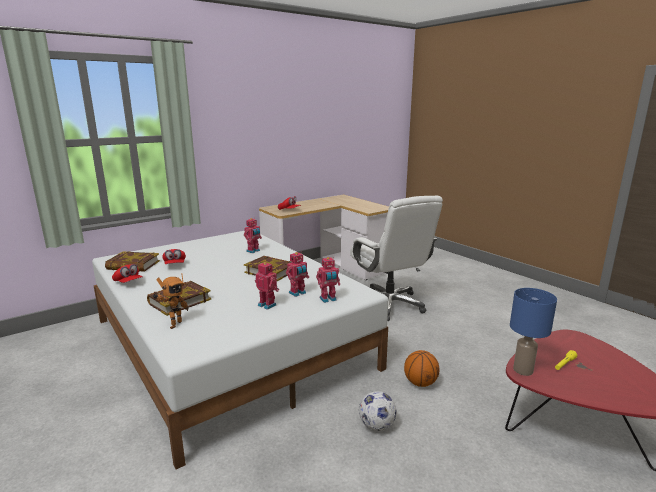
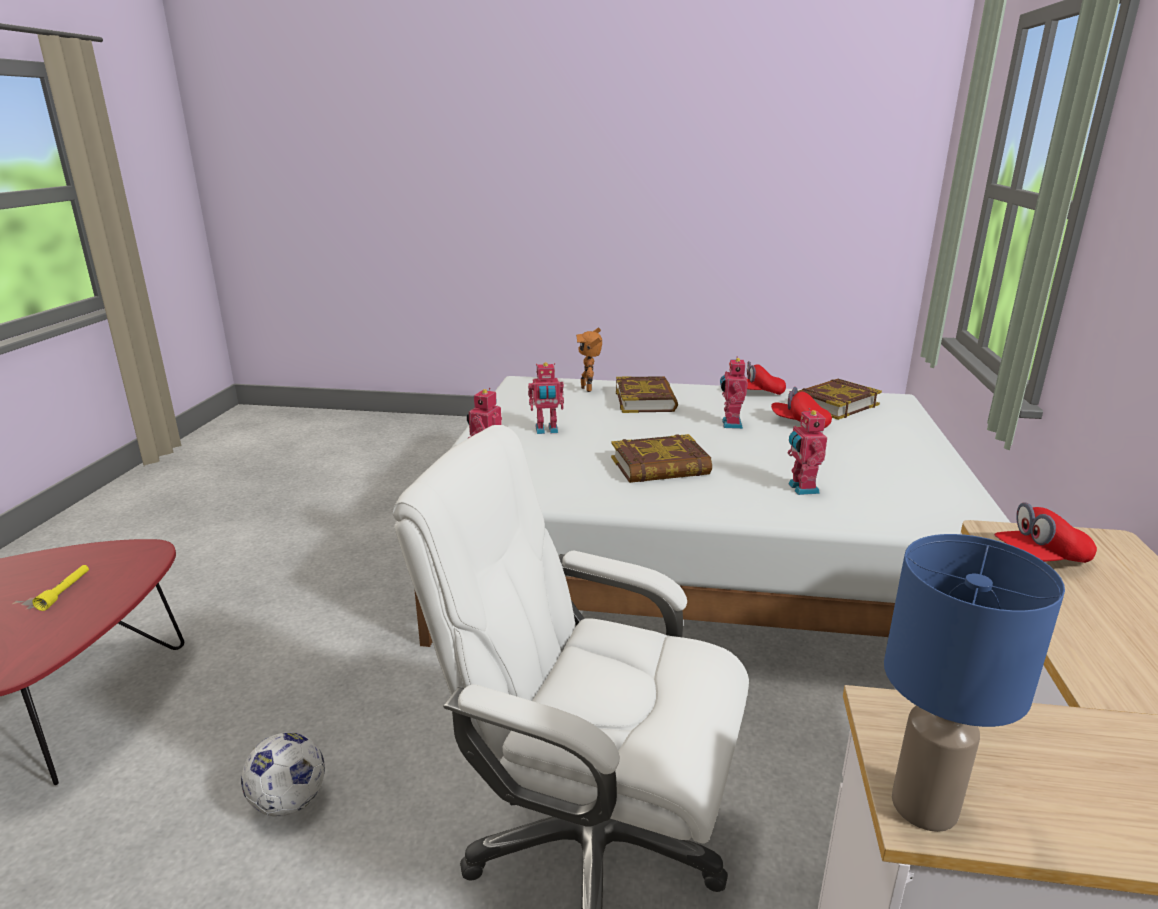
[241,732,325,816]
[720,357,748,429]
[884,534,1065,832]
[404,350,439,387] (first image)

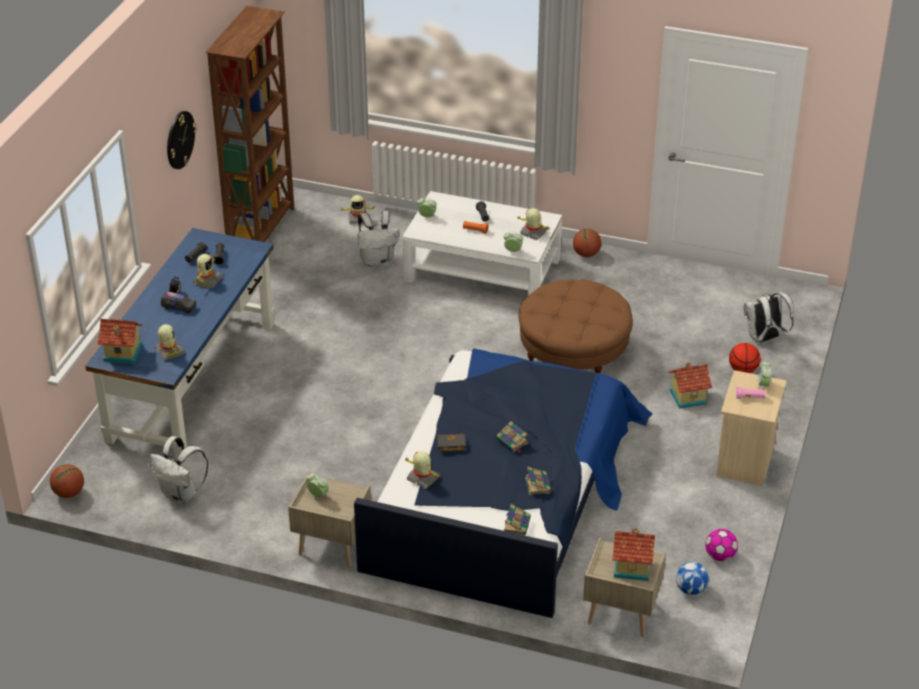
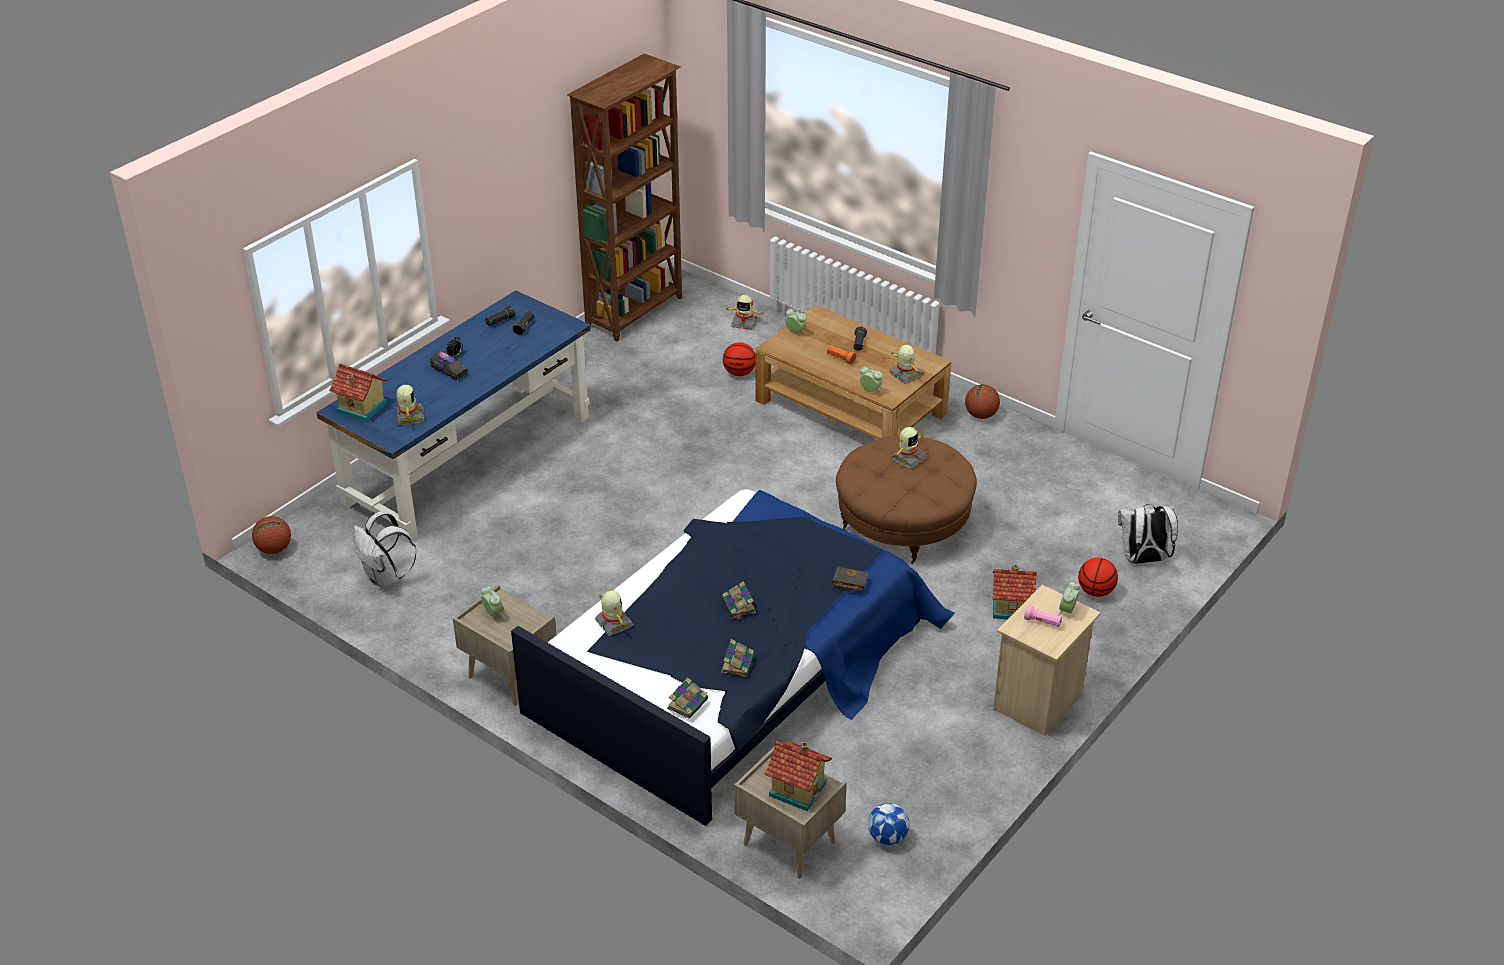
[723,343,756,376]
[755,305,951,439]
[832,566,869,591]
[891,427,927,469]
[167,111,197,169] (first image)
[705,529,738,561] (first image)

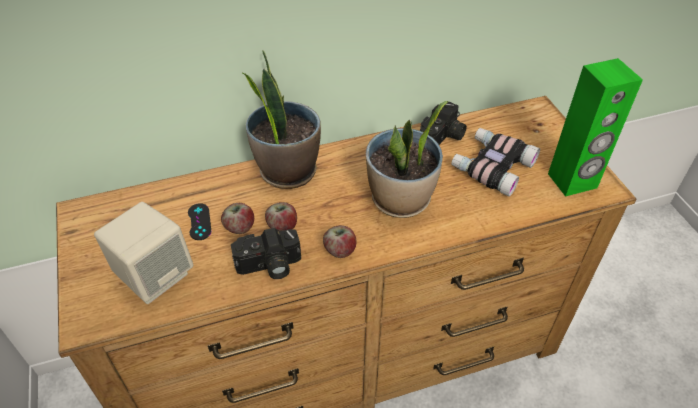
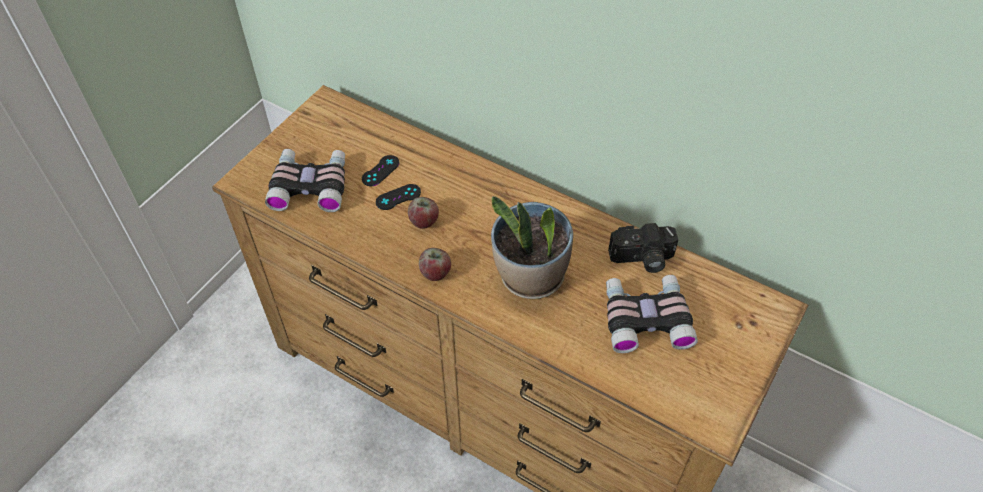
[265,149,345,212]
[376,184,421,210]
[231,228,301,279] (first image)
[241,50,321,189] (first image)
[548,58,643,197] (first image)

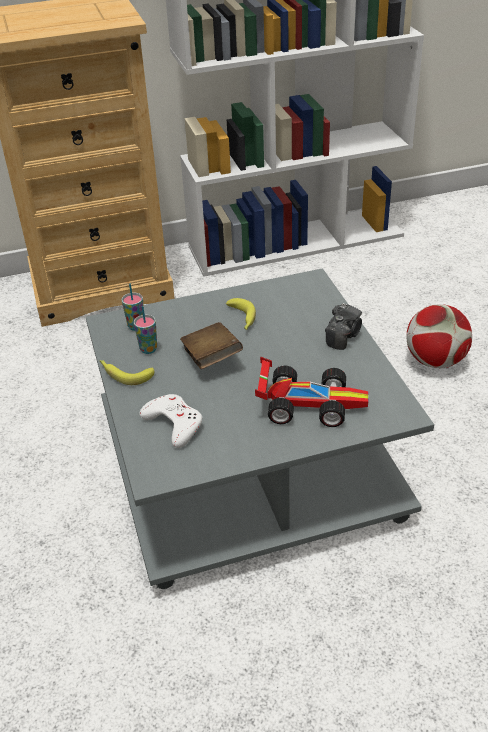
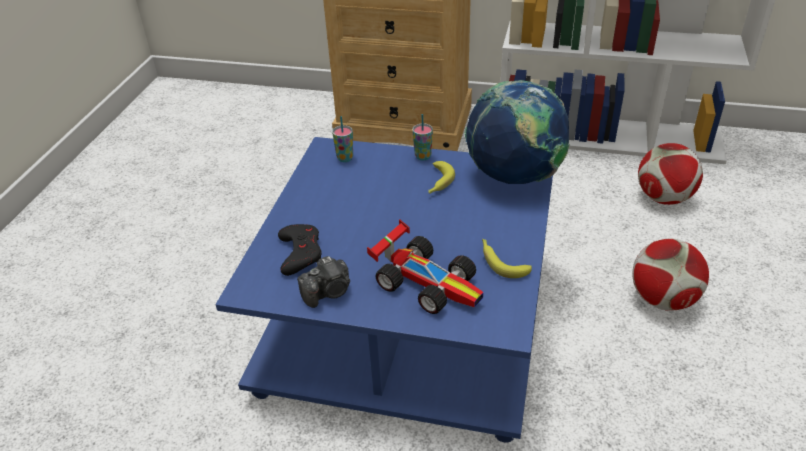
[215,137,553,443]
[278,224,322,276]
[297,256,350,308]
[412,114,433,161]
[464,80,570,184]
[482,239,532,278]
[638,143,703,205]
[180,322,243,369] (first image)

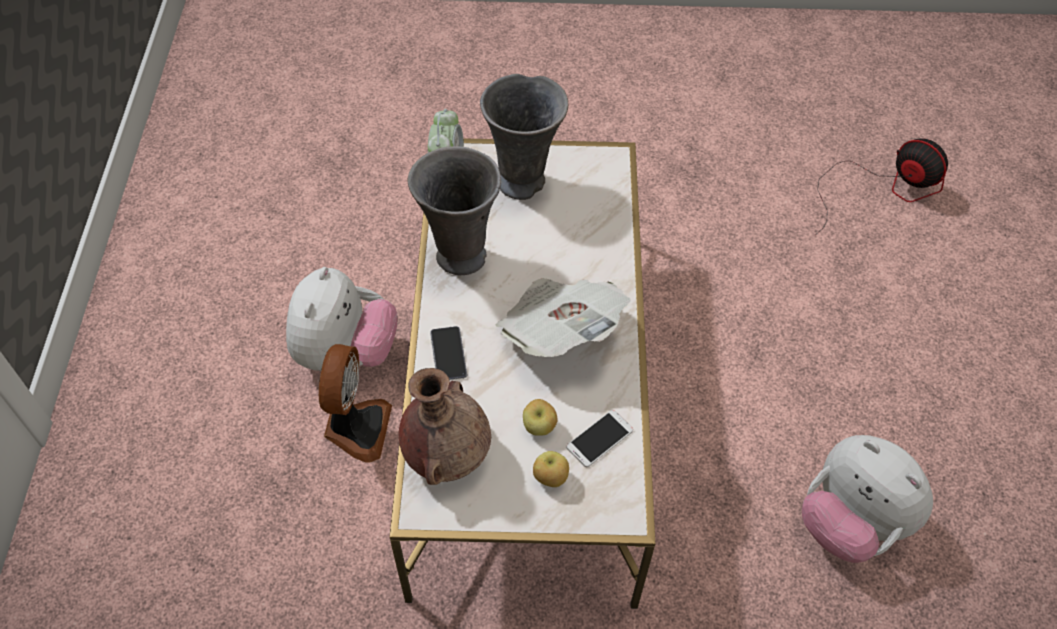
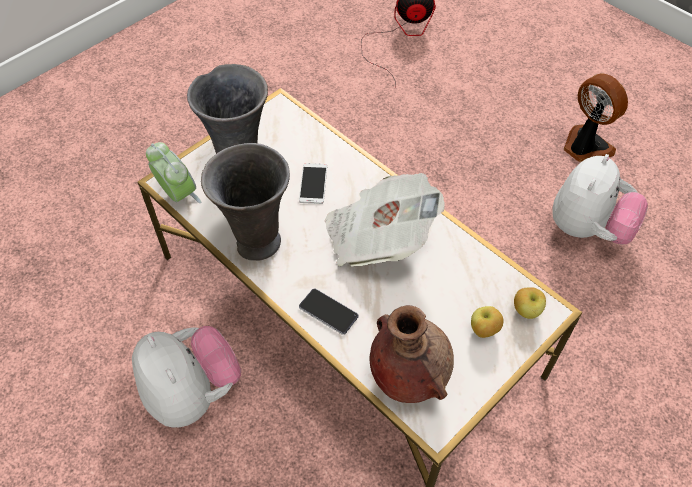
[299,163,327,204]
[514,287,546,319]
[552,154,648,244]
[564,73,628,162]

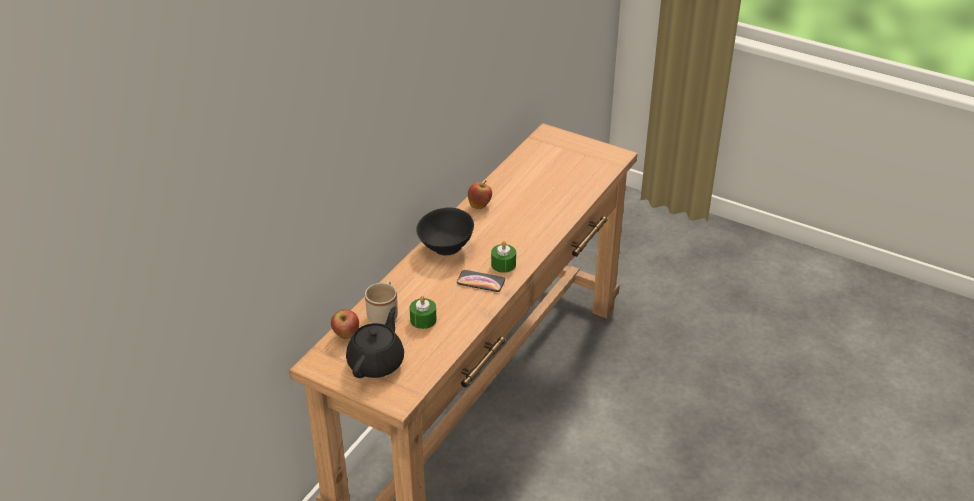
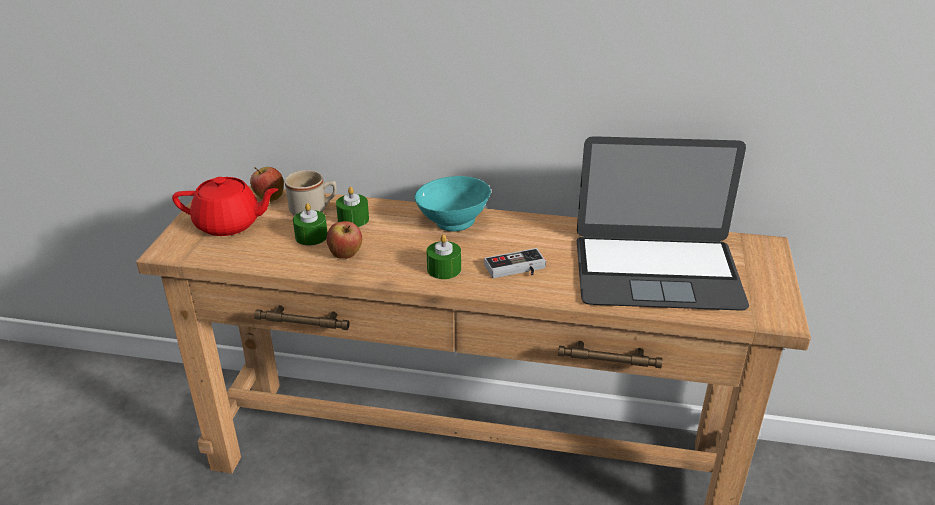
[172,177,279,236]
[326,221,362,259]
[336,187,369,227]
[415,176,491,232]
[484,248,546,278]
[577,136,749,311]
[457,270,505,292] (first image)

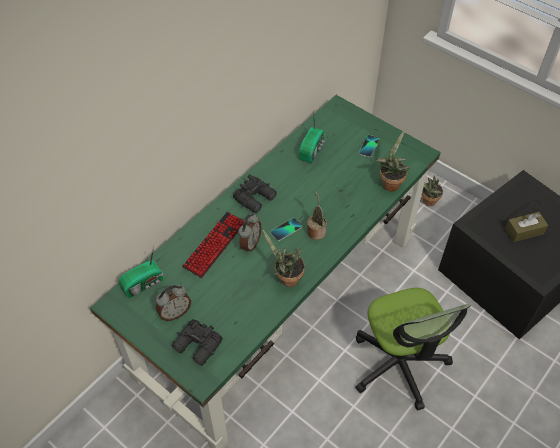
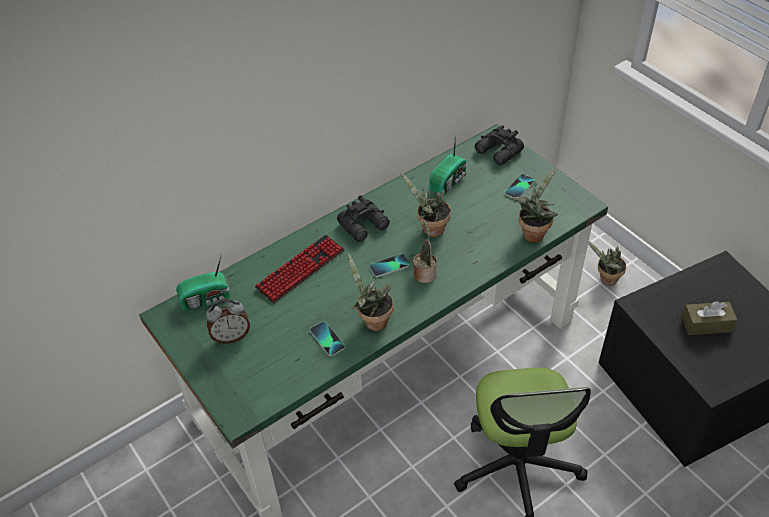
[310,321,345,356]
[400,172,451,237]
[475,125,524,165]
[238,213,261,253] (first image)

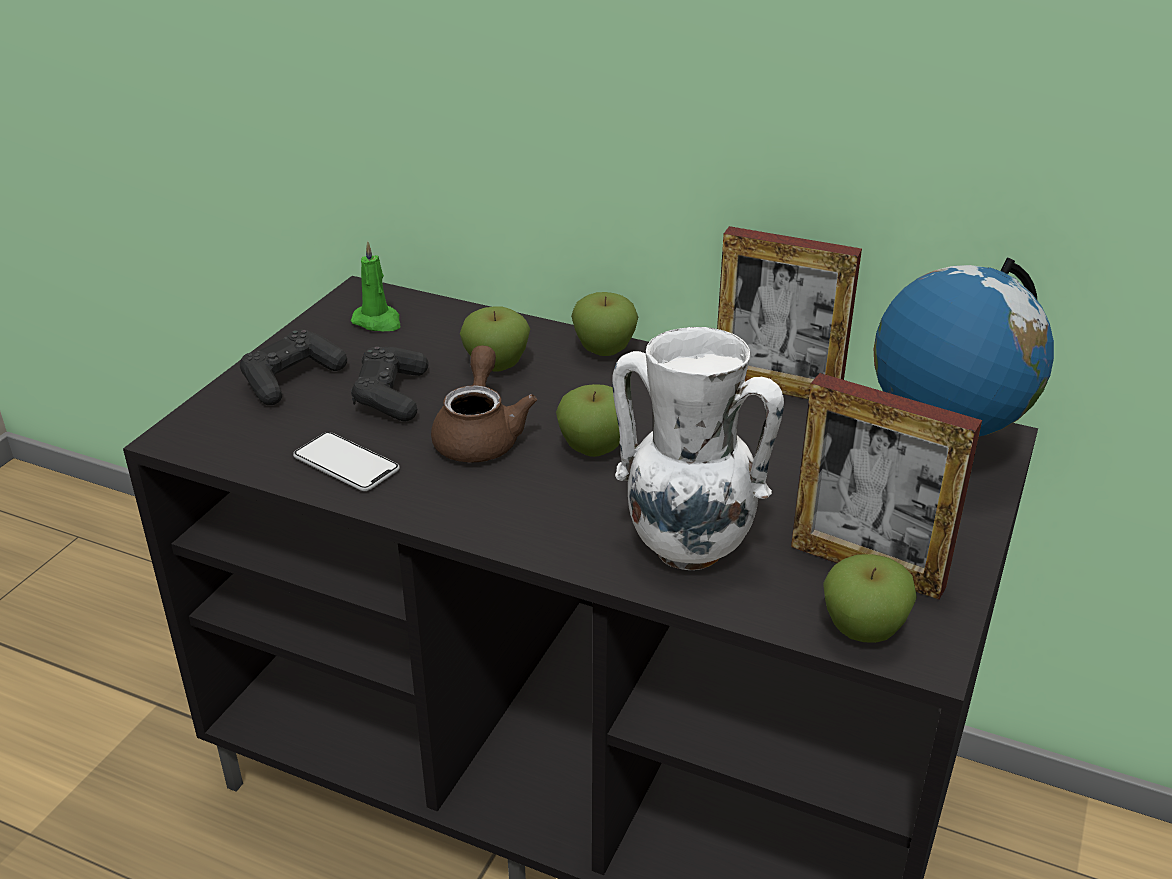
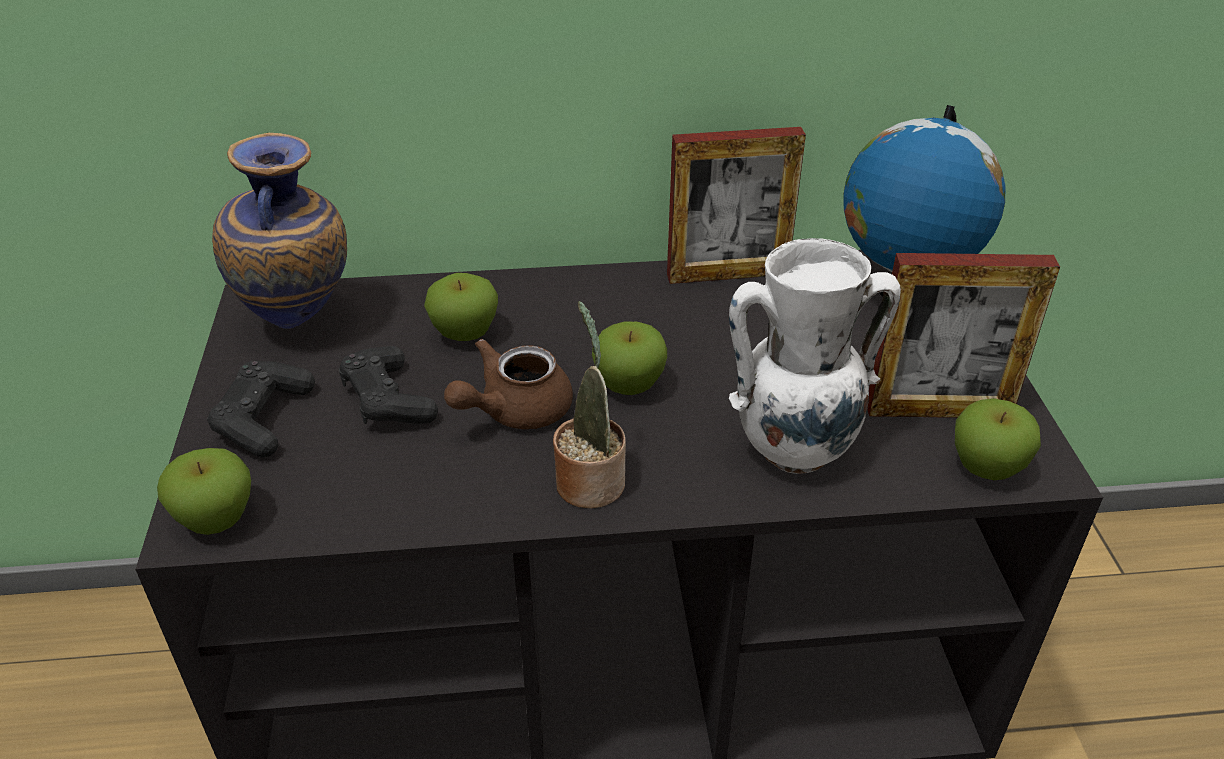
[157,448,251,535]
[212,133,347,329]
[444,339,573,429]
[553,301,626,509]
[293,432,400,491] (first image)

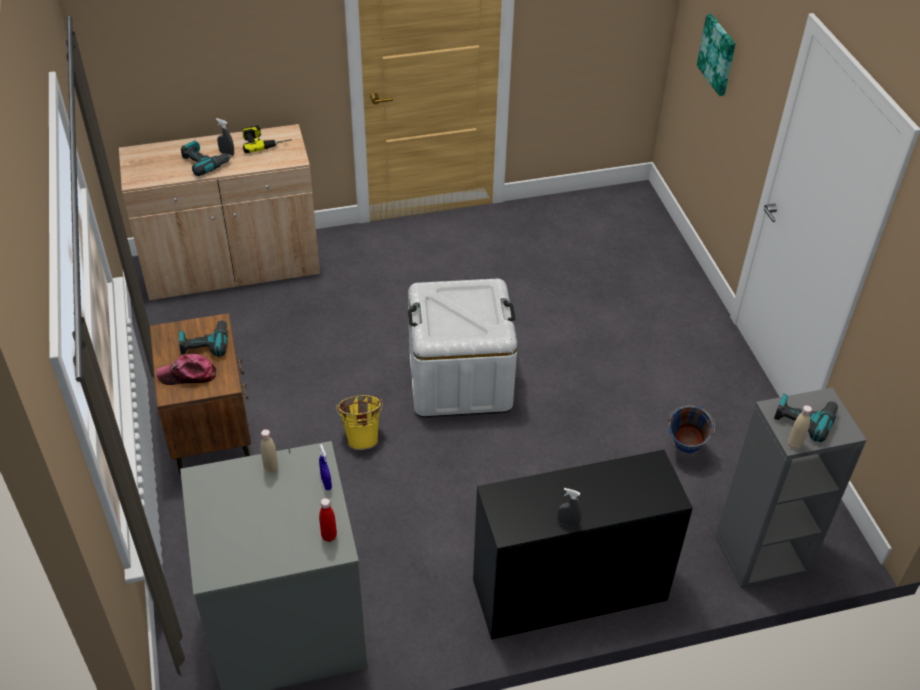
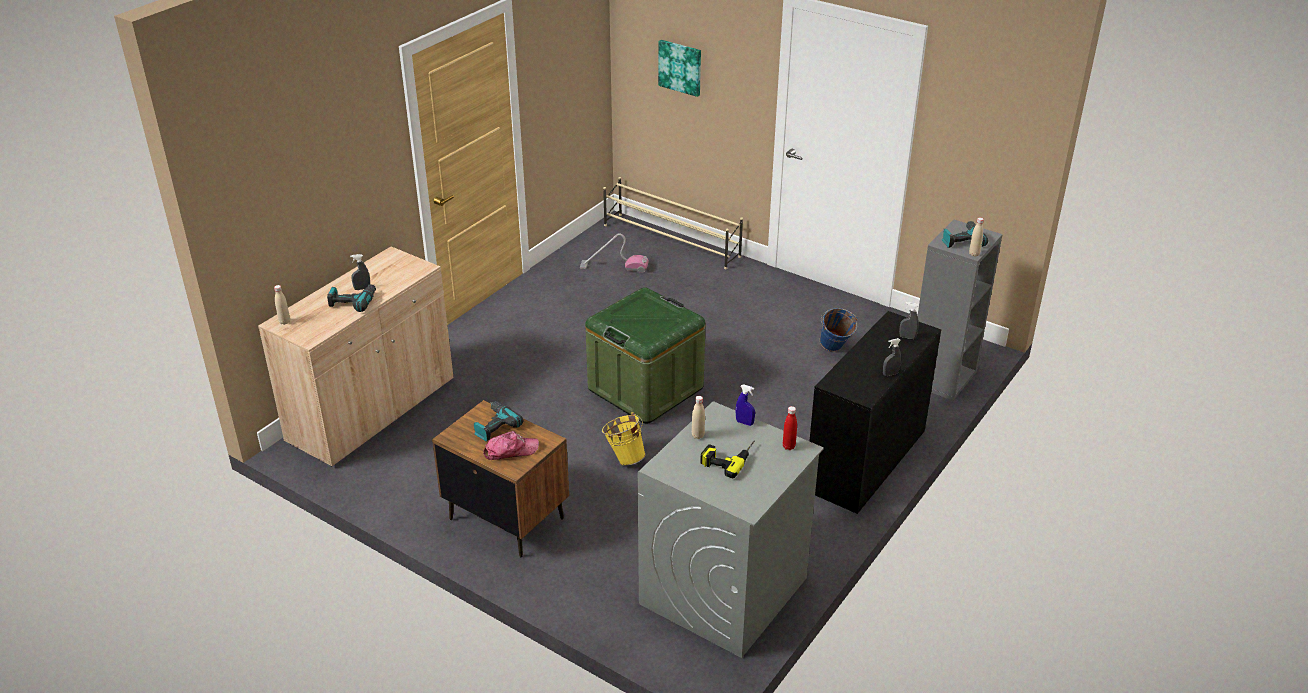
[274,285,290,325]
[483,431,539,460]
[580,233,649,273]
[585,287,706,423]
[603,177,743,269]
[700,441,755,479]
[899,302,919,339]

